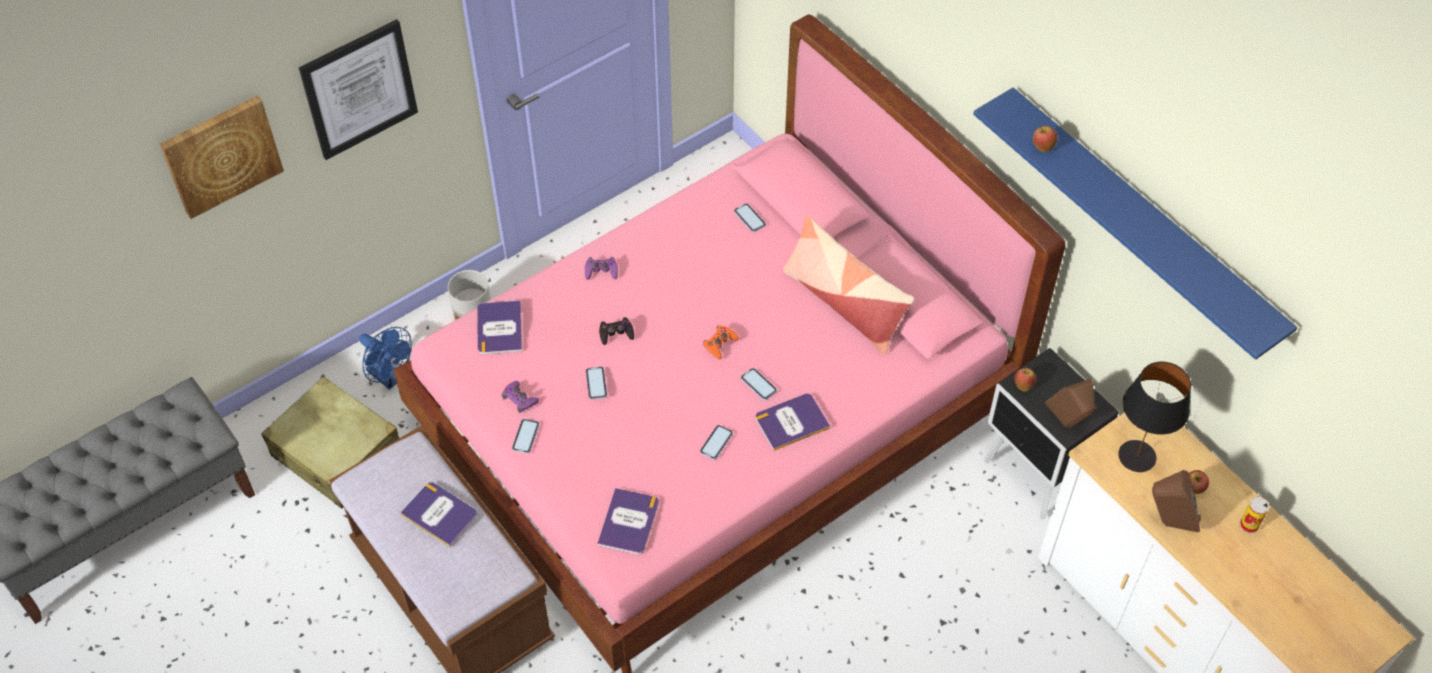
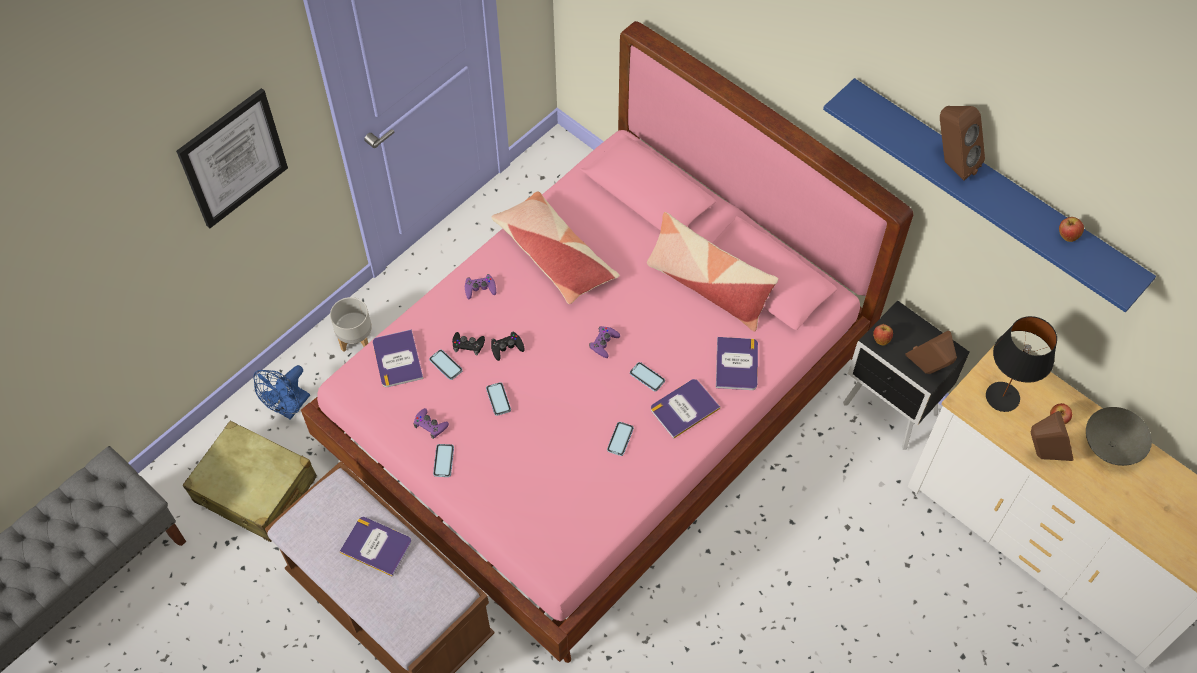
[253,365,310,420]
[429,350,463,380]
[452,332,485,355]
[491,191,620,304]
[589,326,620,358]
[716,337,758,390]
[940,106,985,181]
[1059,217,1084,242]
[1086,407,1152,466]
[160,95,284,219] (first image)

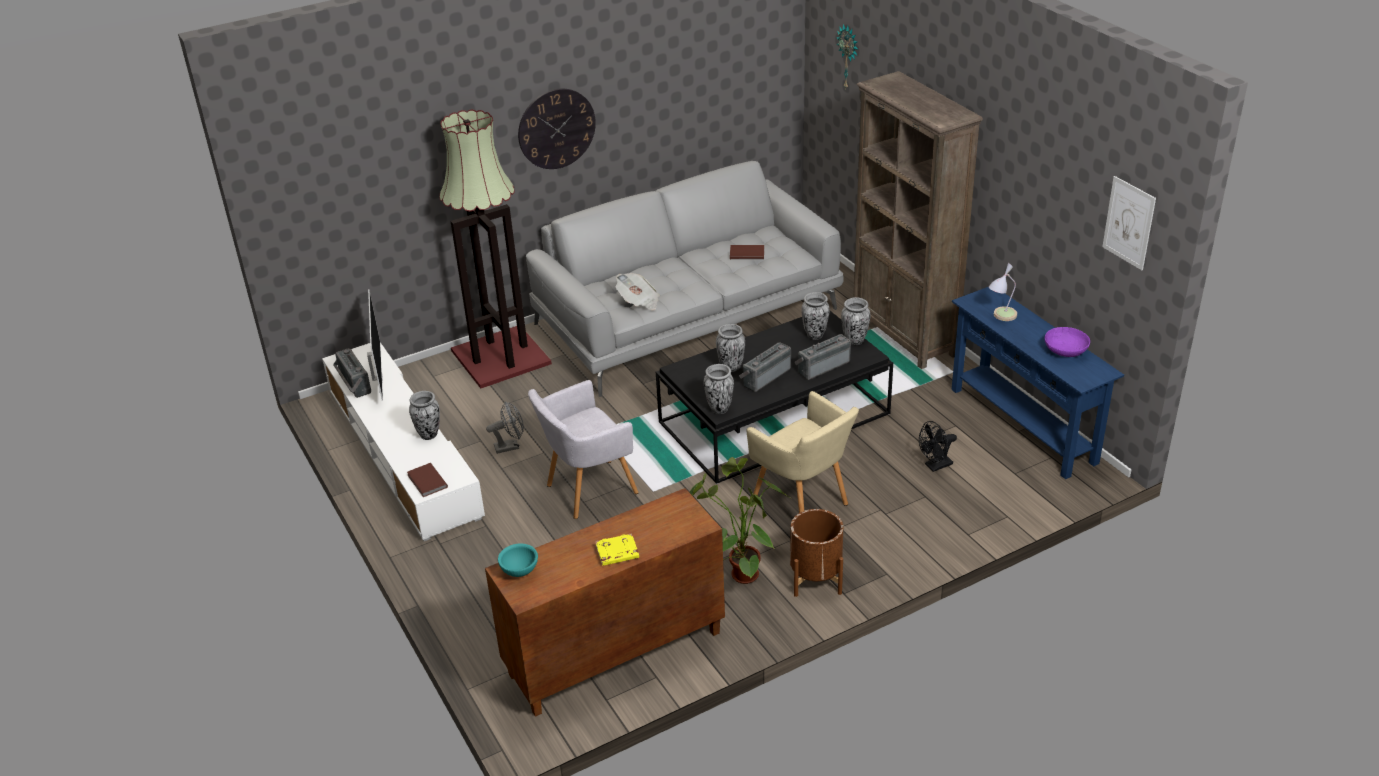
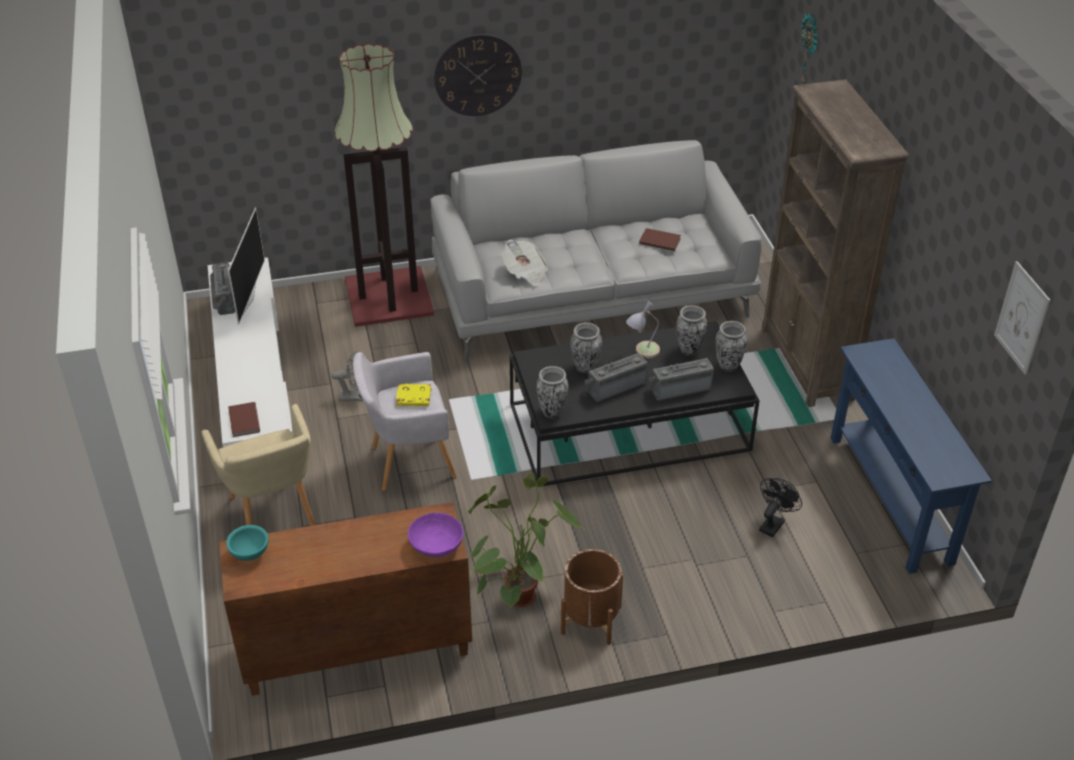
[201,404,316,526]
[396,384,431,406]
[408,512,464,557]
[626,300,660,358]
[759,478,802,537]
[409,391,440,440] (first image)

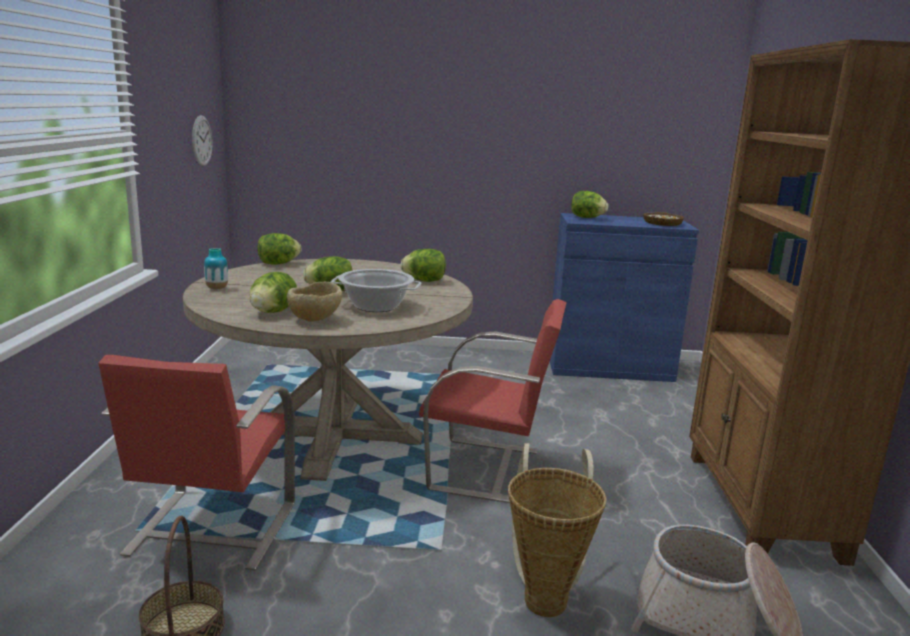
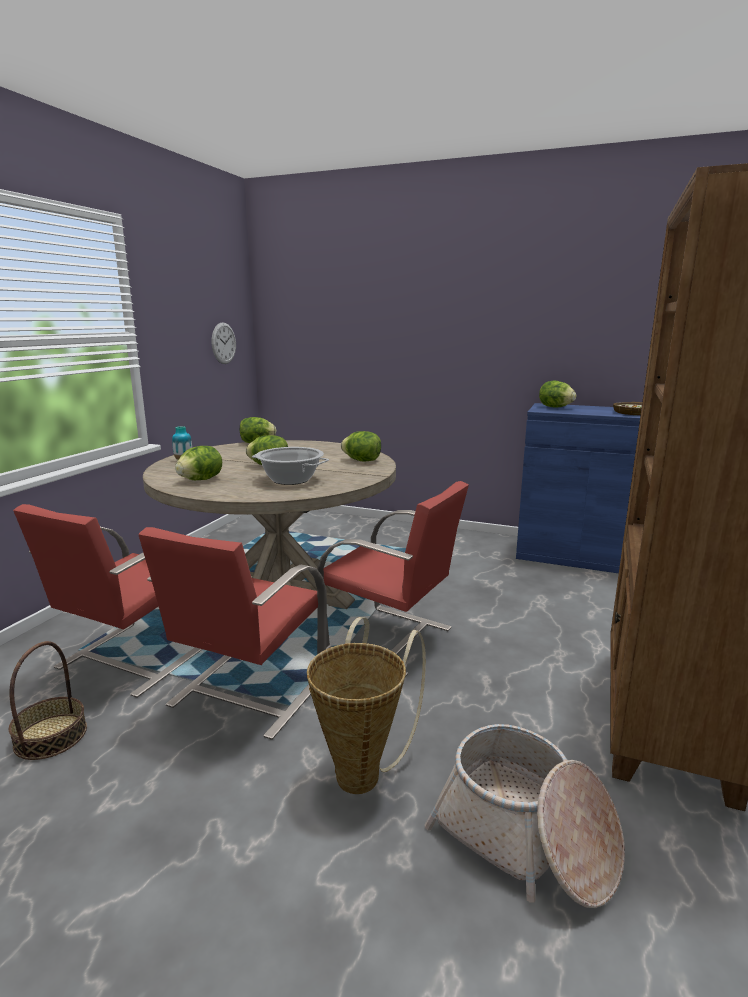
[138,527,327,740]
[287,282,342,322] (first image)

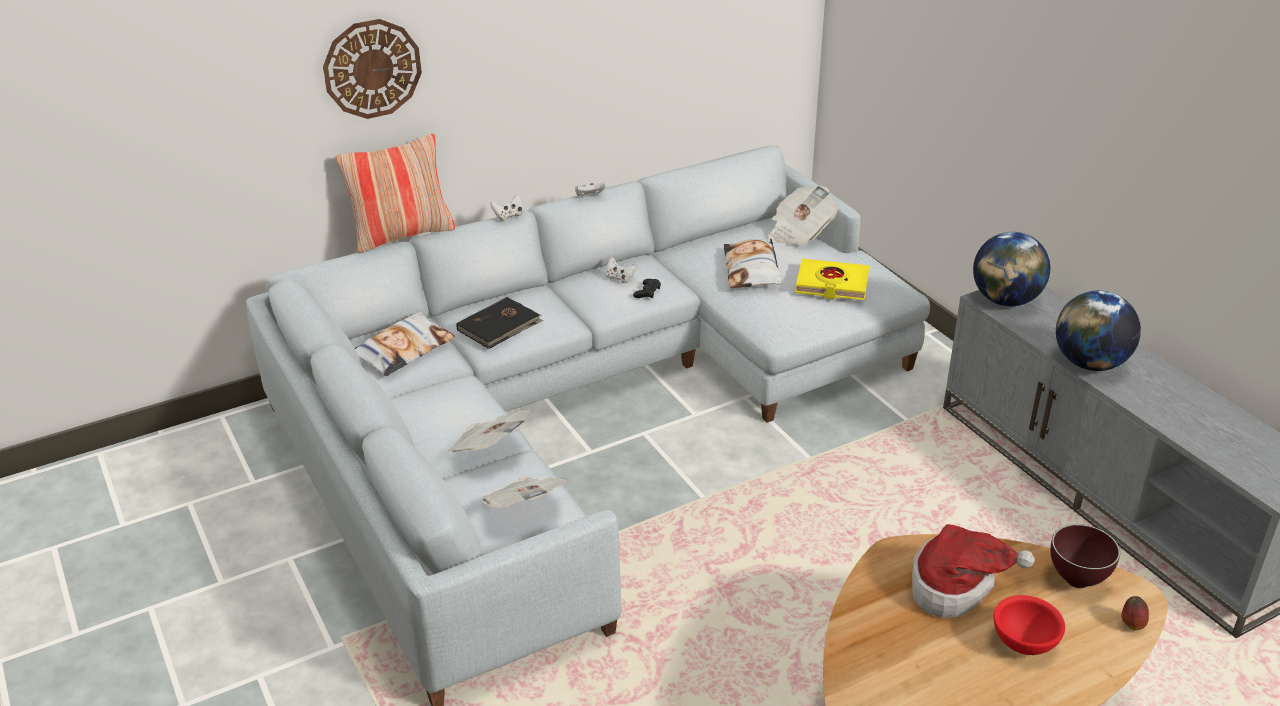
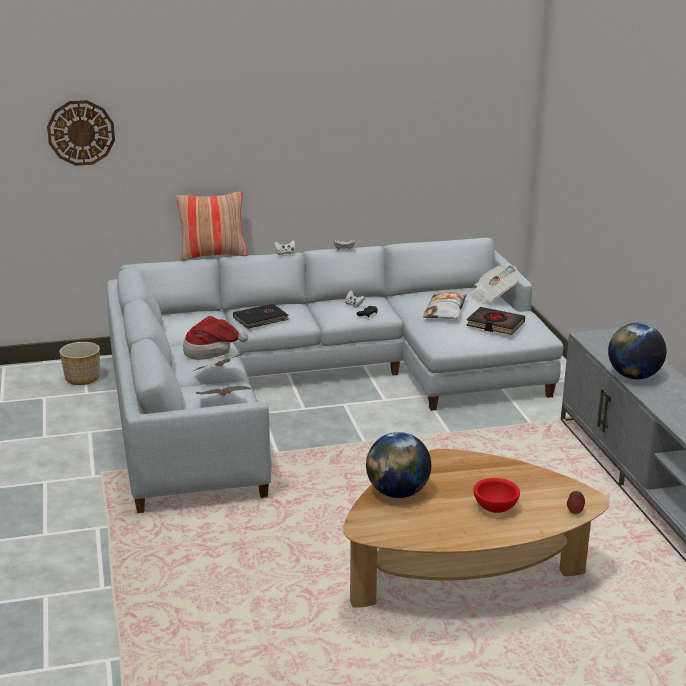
[47,100,115,166]
[59,342,100,385]
[183,316,248,360]
[366,432,431,498]
[467,307,525,335]
[355,312,455,376] (first image)
[1051,524,1120,588] (first image)

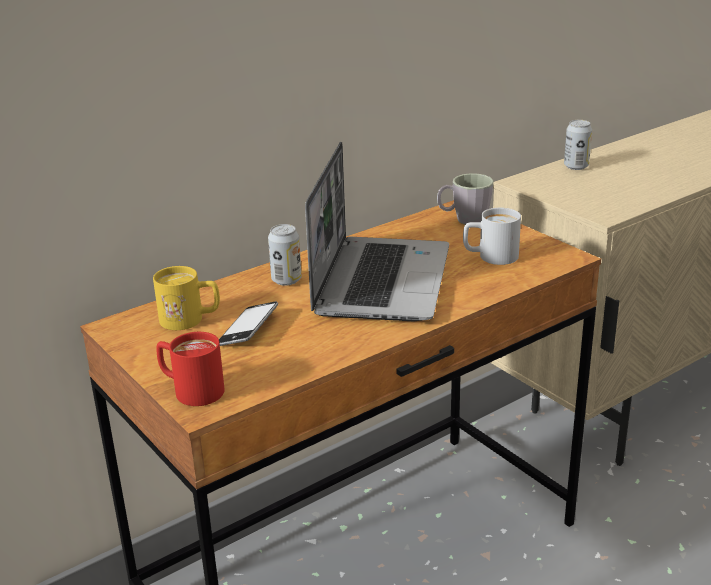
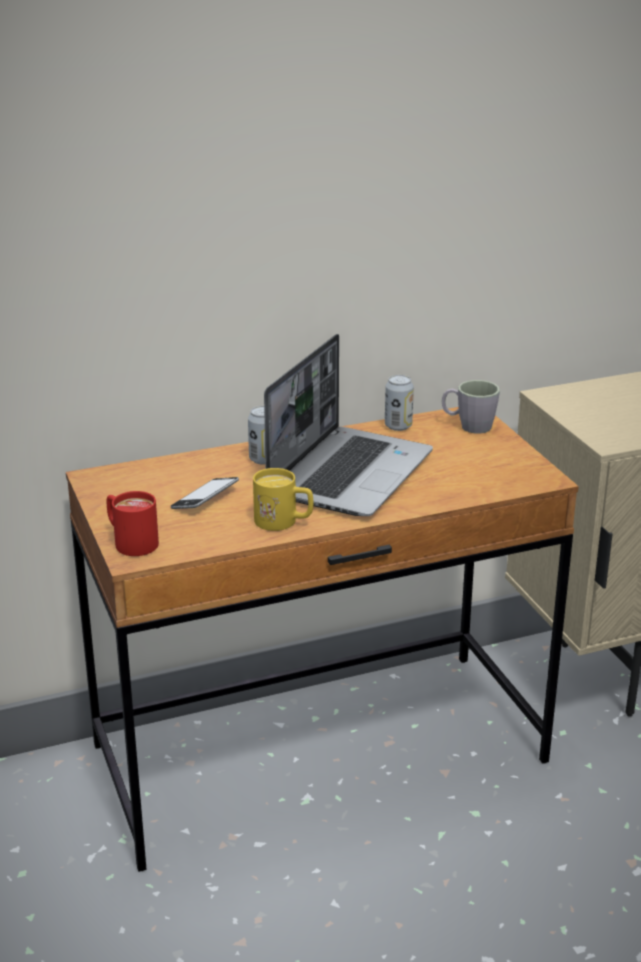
[253,468,313,531]
[385,375,414,431]
[463,208,521,265] (first image)

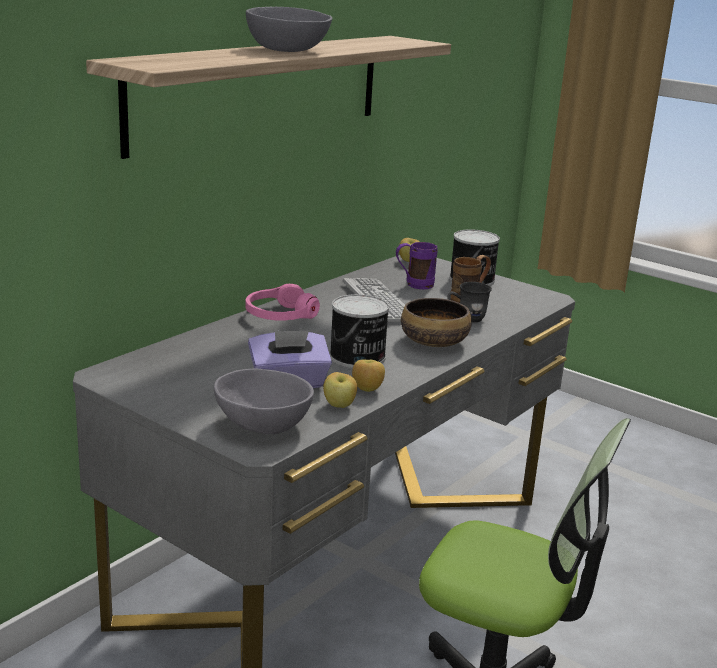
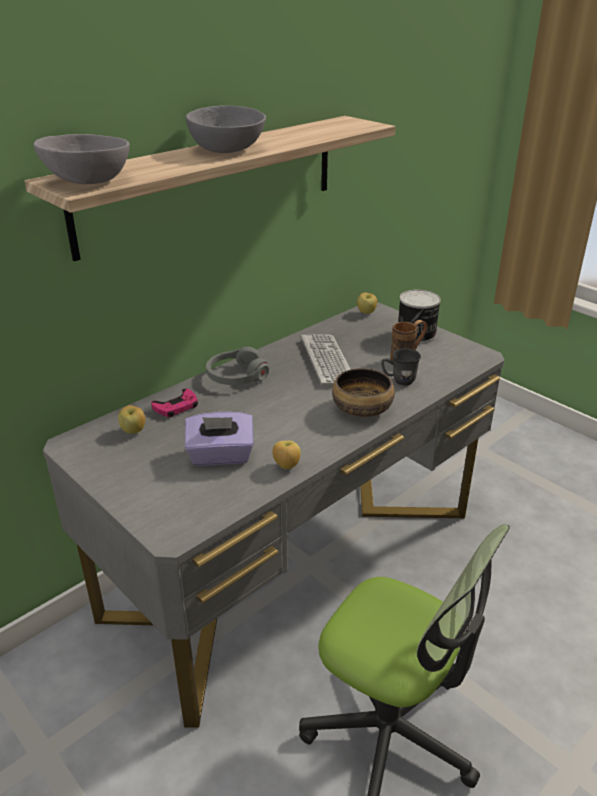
[34,134,130,184]
[118,405,145,434]
[151,388,198,417]
[206,347,269,385]
[330,294,389,368] (first image)
[396,242,438,289] (first image)

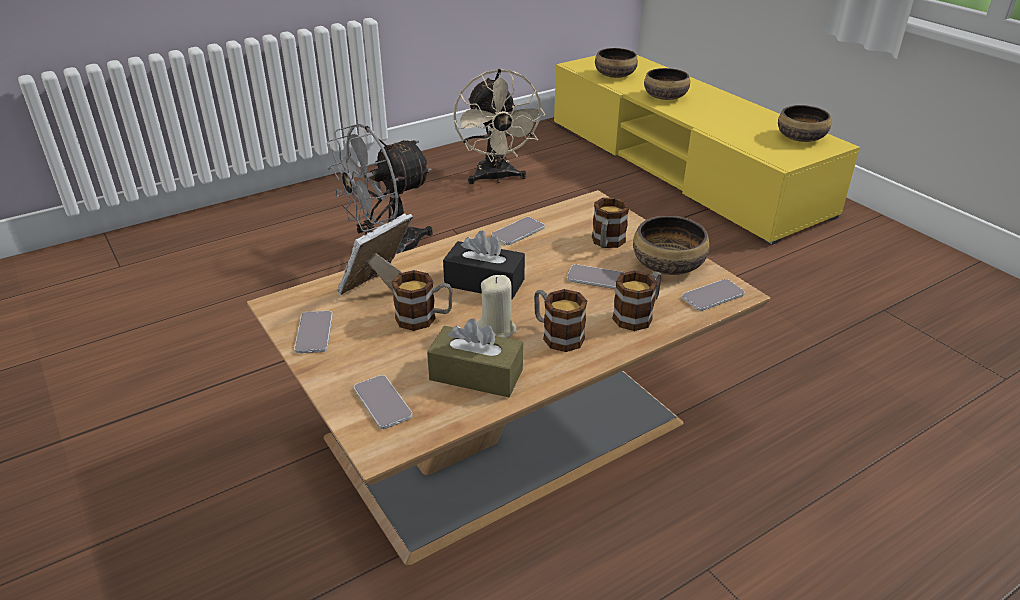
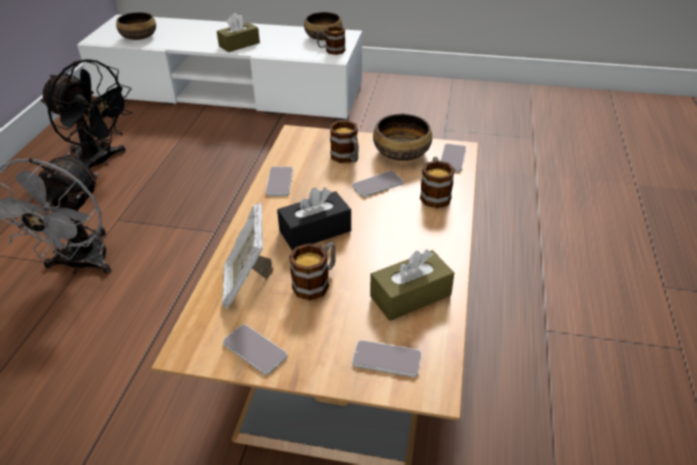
[40,59,133,169]
[77,15,362,120]
[217,13,260,52]
[316,26,346,55]
[478,275,517,338] (first image)
[644,68,690,100] (first image)

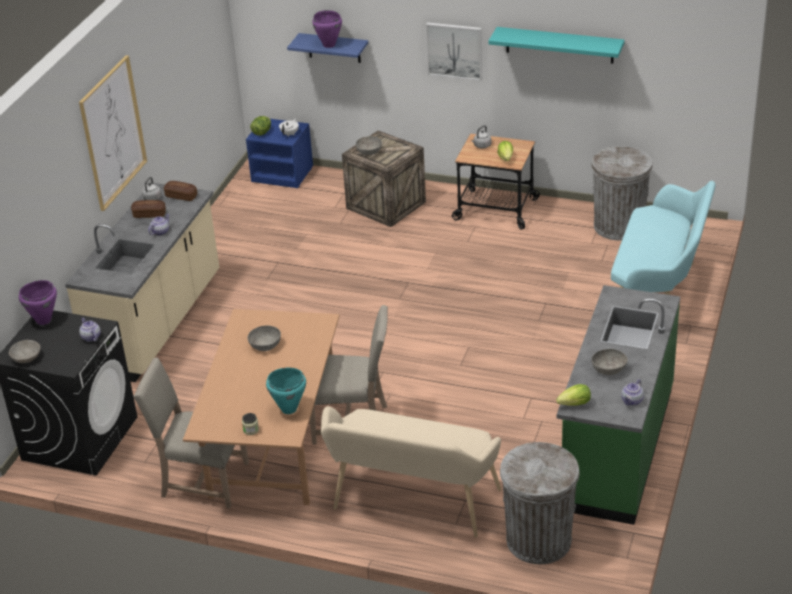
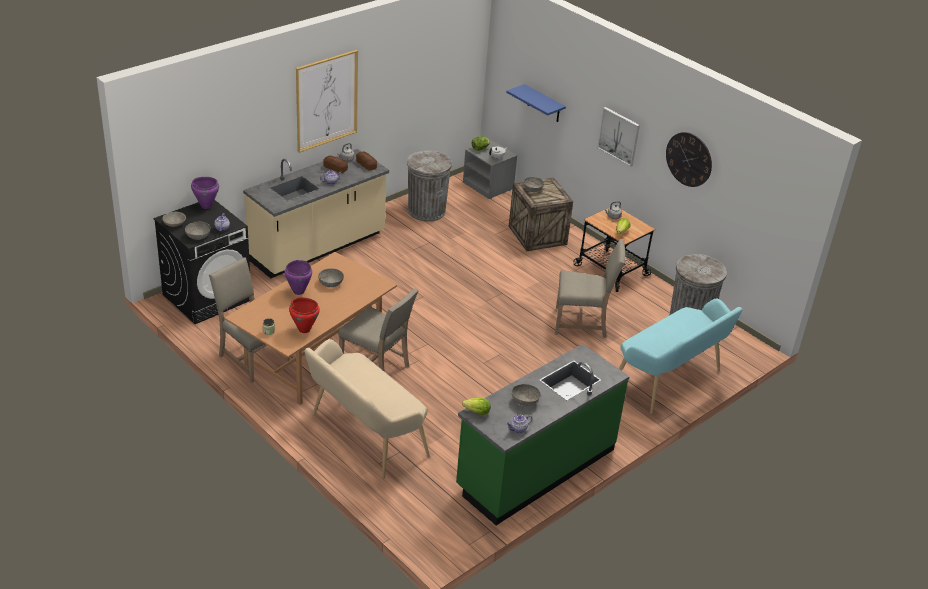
[185,222,211,240]
[284,260,312,295]
[289,298,320,333]
[407,151,452,222]
[463,139,517,199]
[555,239,625,338]
[666,132,712,187]

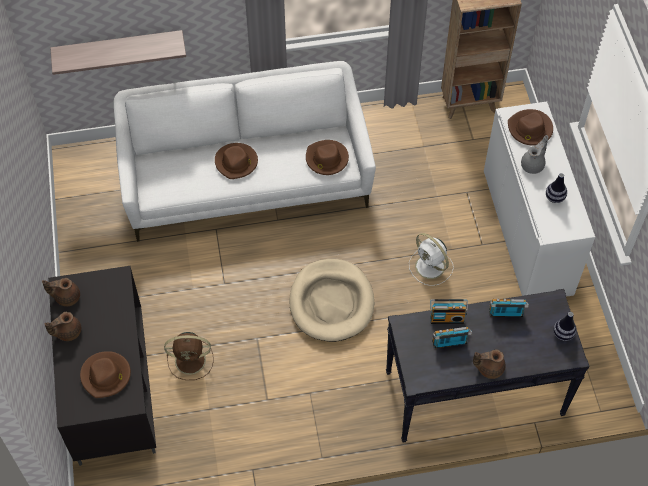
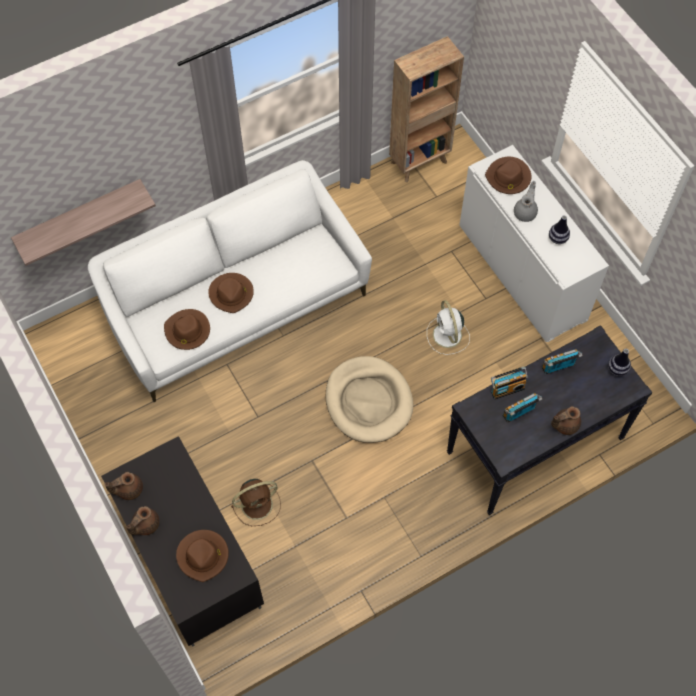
[164,309,210,350]
[427,300,470,355]

